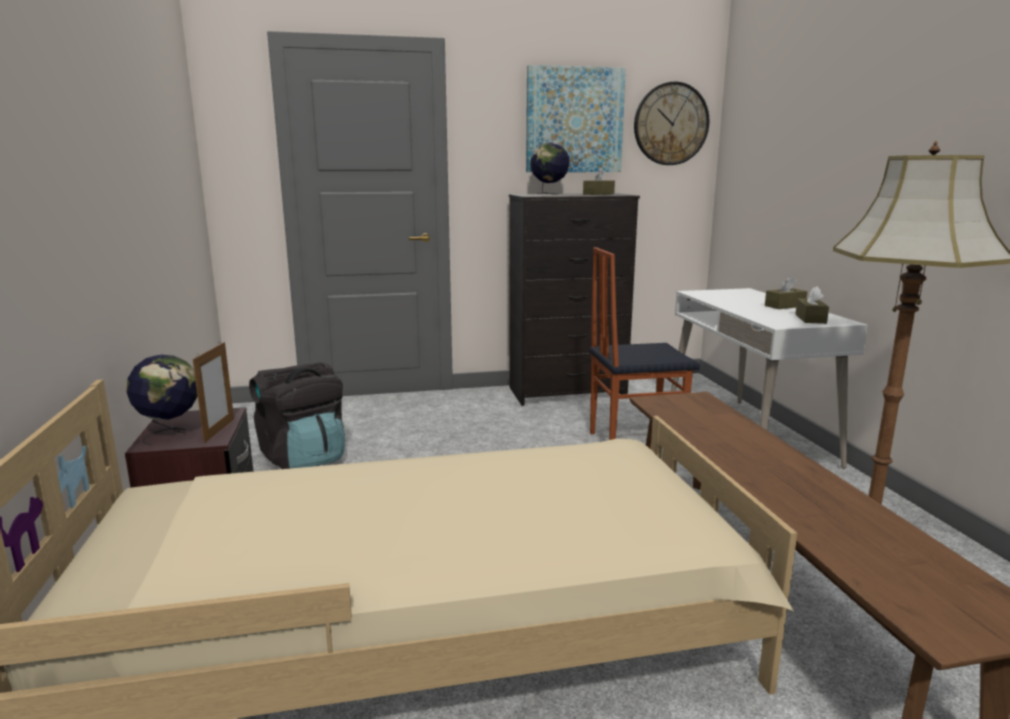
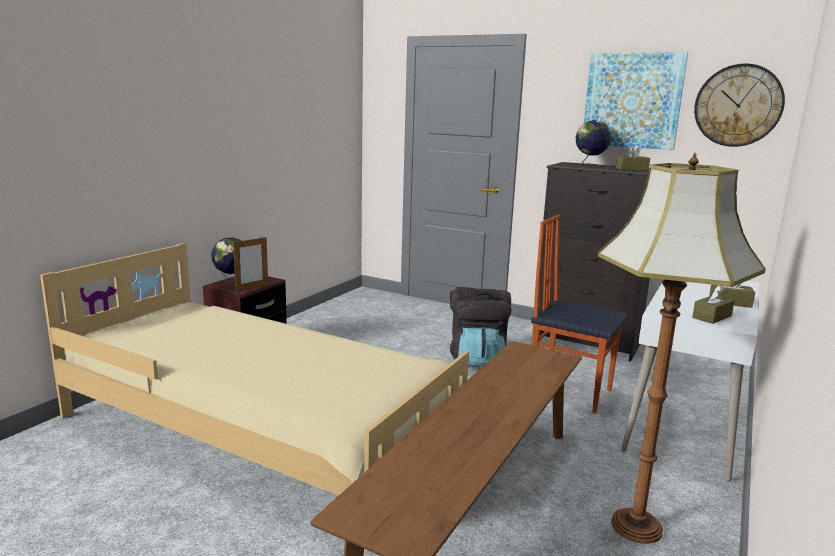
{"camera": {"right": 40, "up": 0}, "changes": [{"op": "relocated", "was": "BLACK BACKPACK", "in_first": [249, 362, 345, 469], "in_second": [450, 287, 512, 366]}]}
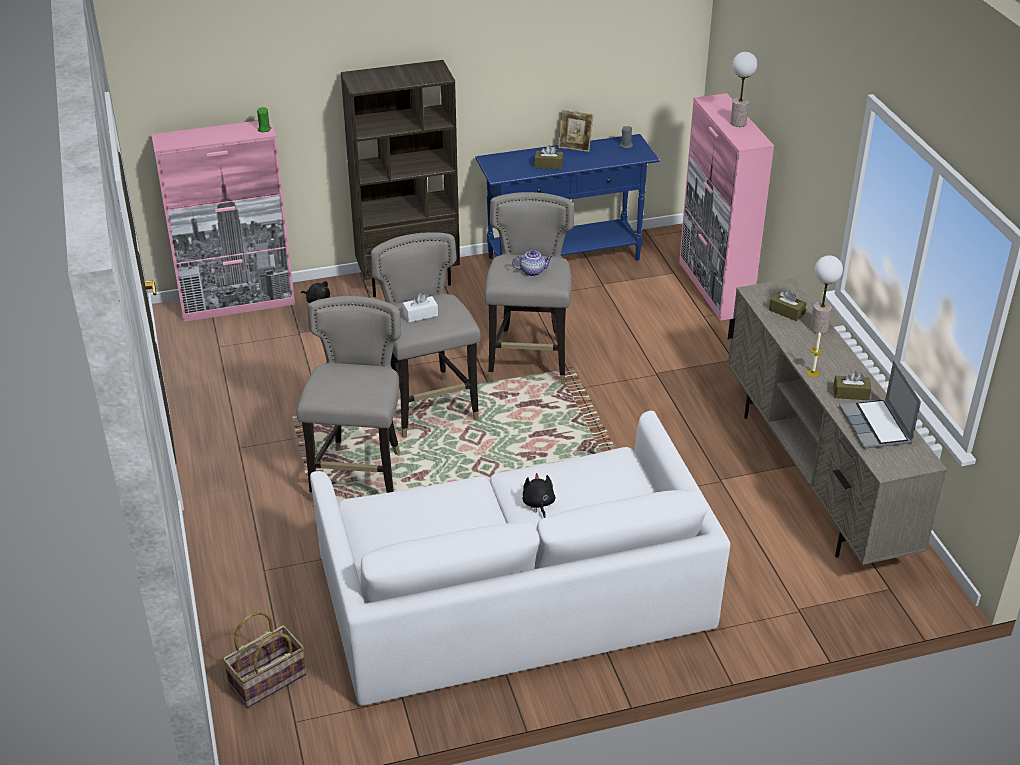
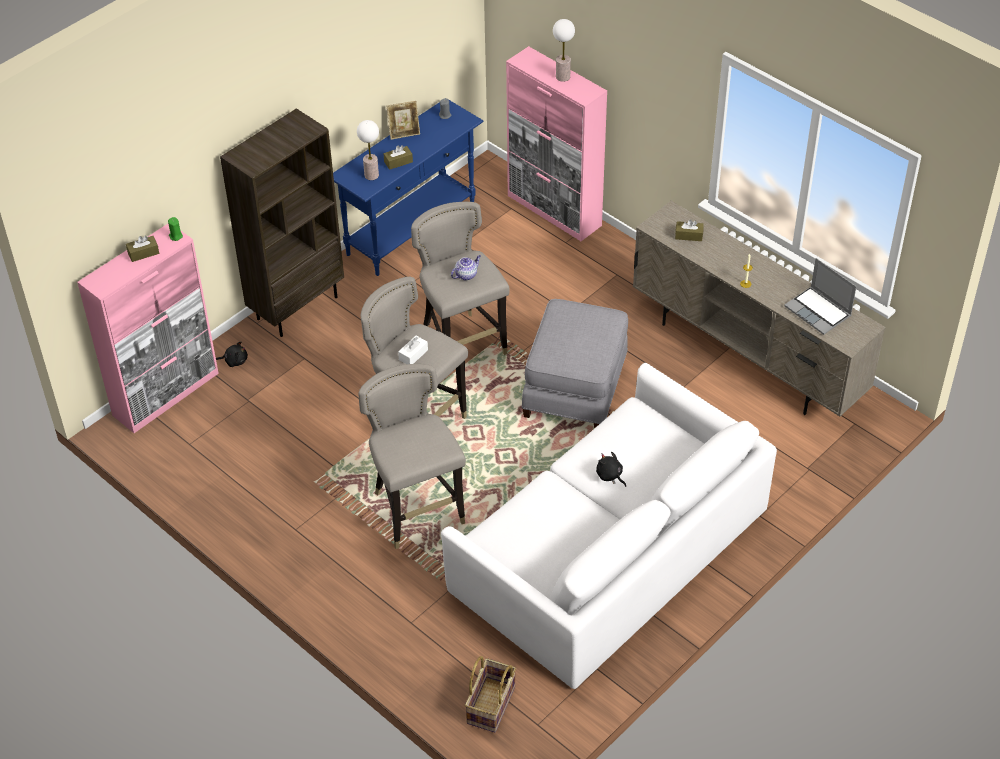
{"camera": {"right": -30, "up": 10}, "changes": [{"op": "relocated", "was": "TABLE LAMP", "in_first": [810, 255, 843, 334], "in_second": [357, 120, 379, 180]}, {"op": "relocated", "was": "BROWN TISSUE BOX", "in_first": [833, 371, 871, 400], "in_second": [126, 236, 159, 262]}, {"op": "appeared", "now": "GREY OTTOMAN", "in_second": [521, 299, 628, 429]}]}
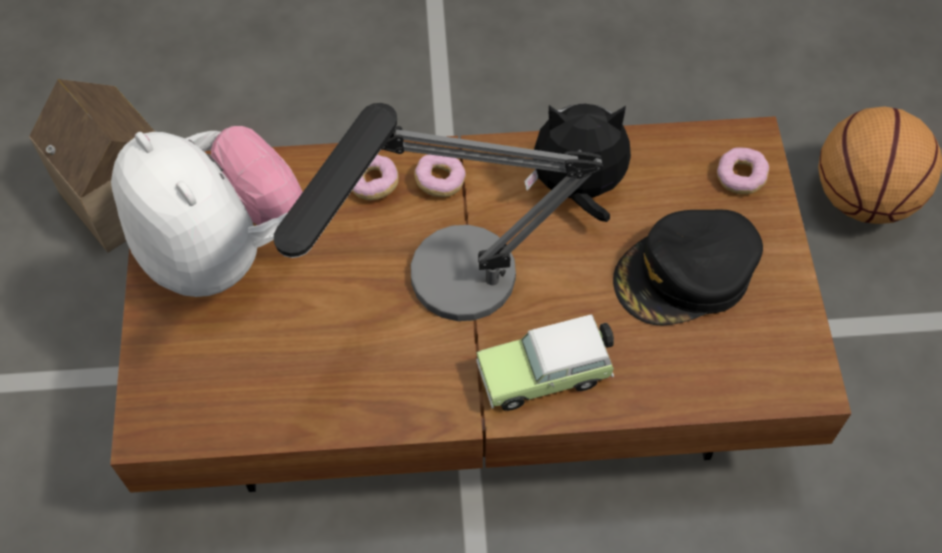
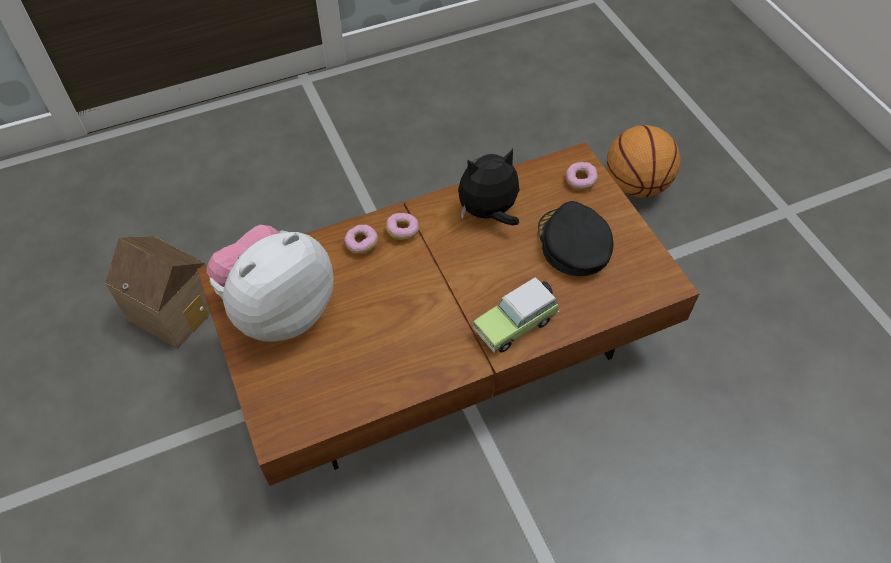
{"camera": {"right": -20, "up": -5}, "changes": [{"op": "missing", "was": "TABLE LAMP", "in_first": [274, 103, 603, 321]}, {"op": "spun", "was": "PLUSH TOY", "in_first": [111, 126, 303, 297], "in_second": [207, 225, 334, 342], "clockwise": -75}, {"op": "spun", "was": "BLACK CAP", "in_first": [613, 210, 763, 326], "in_second": [538, 201, 614, 276], "clockwise": 120}]}
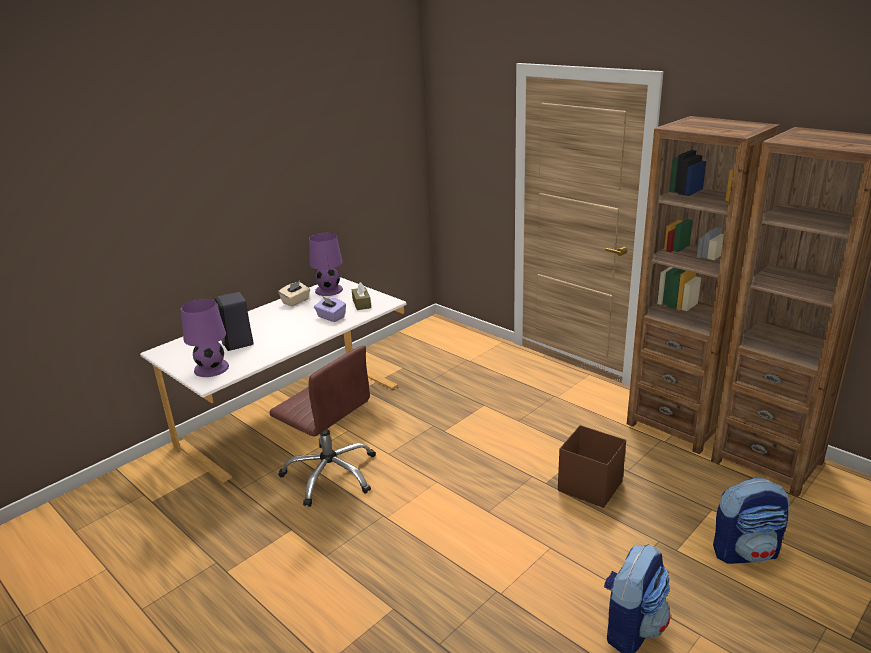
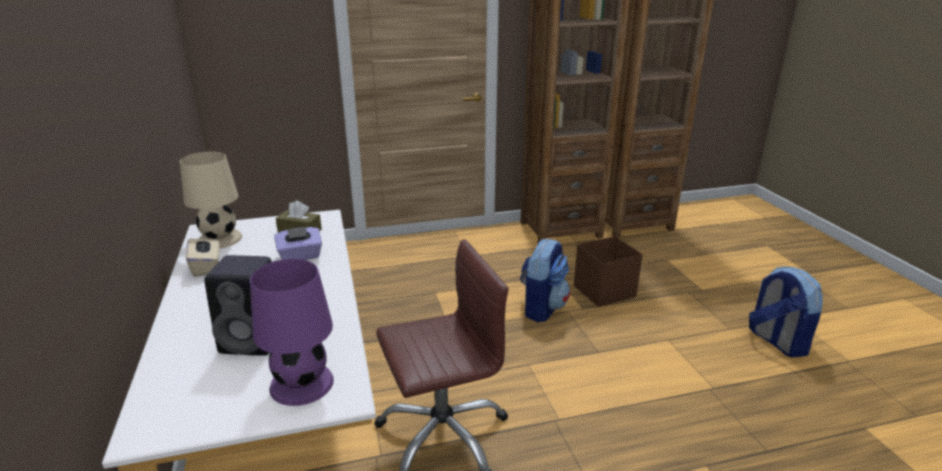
{"camera": {"right": -60, "up": 0}, "changes": [{"op": "colour", "was": "PURPLE TABLE LAMP", "now": "BEIGE TABLE LAMP", "in_first": [309, 232, 343, 296], "in_second": [180, 151, 242, 248]}, {"op": "relocated", "was": "BACKPACK", "in_first": [713, 478, 789, 564], "in_second": [520, 238, 570, 322]}]}
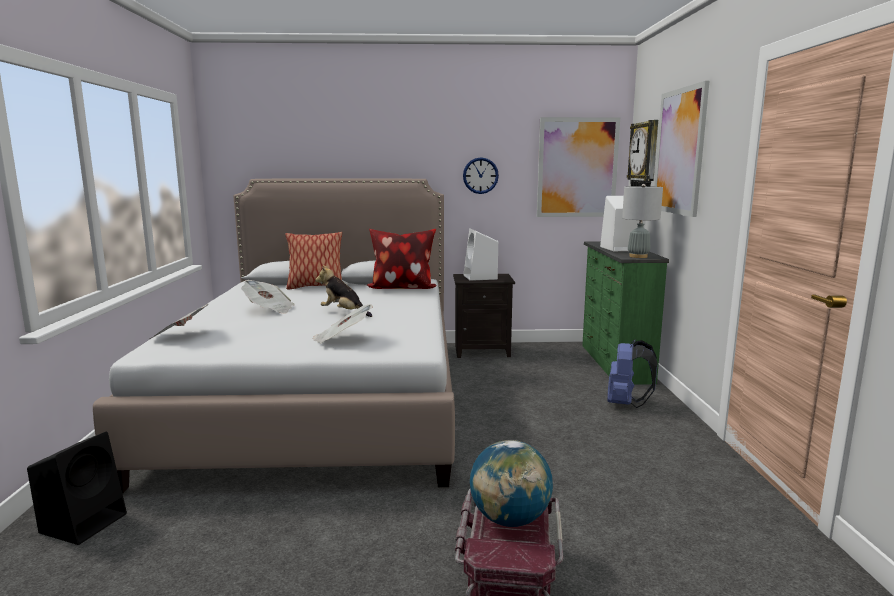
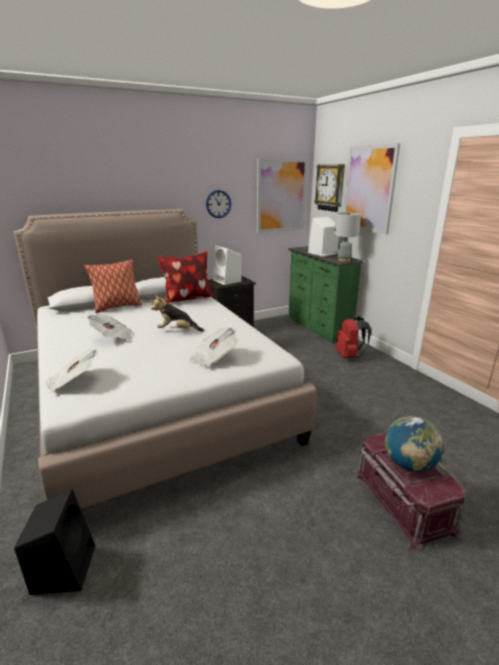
{"camera": {"right": -25, "up": 10}, "changes": [{"op": "colour", "was": "BLUE BACKPACK", "now": "RED BACKPACK", "in_first": [607, 339, 658, 408], "in_second": [335, 316, 371, 358]}]}
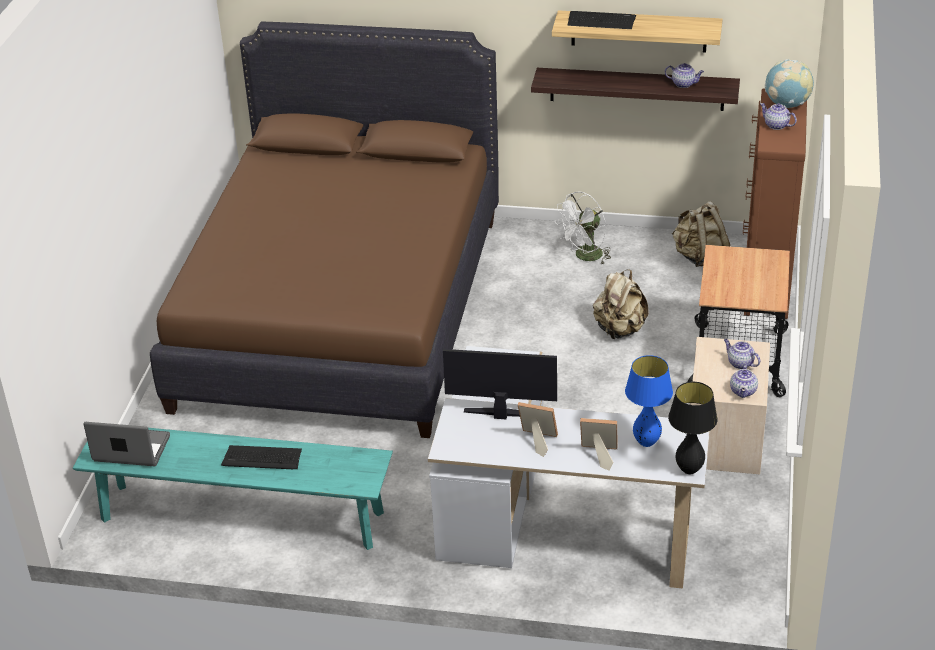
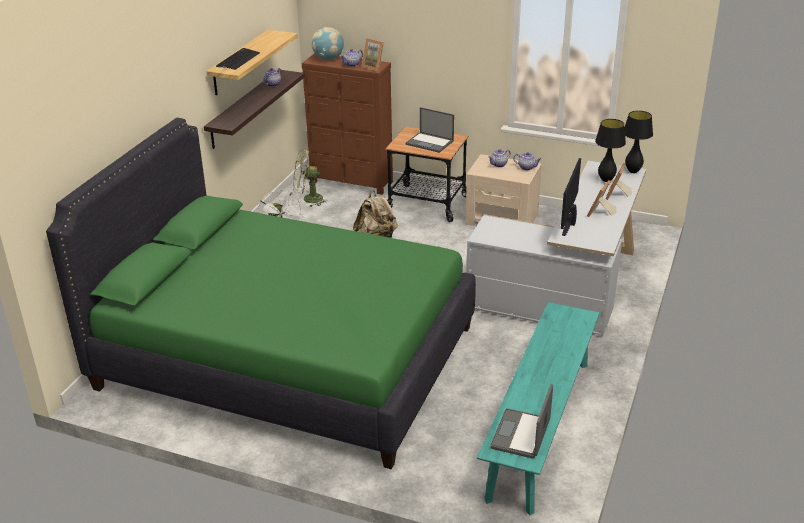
{"camera": {"right": -80, "up": -5}, "changes": [{"op": "colour", "was": "BROWN BED", "now": "GREEN BED", "in_first": [150, 21, 499, 438], "in_second": [46, 118, 476, 469]}, {"op": "exchanged", "was": "BEIGE BACKPACK", "now": "GREEN FAN", "in_first": [672, 201, 731, 267], "in_second": [293, 150, 329, 207]}, {"op": "colour", "was": "BLUE TABLE LAMP", "now": "BLACK TABLE LAMP", "in_first": [625, 355, 673, 447], "in_second": [595, 119, 626, 182]}, {"op": "missing", "was": "KEYBOARD", "in_first": [221, 445, 302, 469]}, {"op": "appeared", "now": "PICTURE FRAME", "in_second": [361, 38, 384, 71]}, {"op": "appeared", "now": "LAPTOP", "in_second": [405, 107, 454, 153]}]}
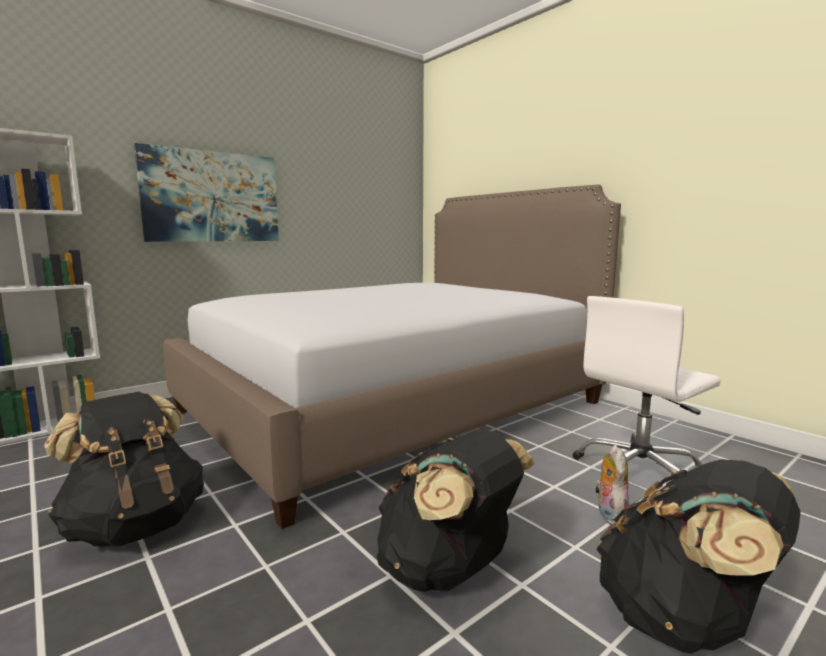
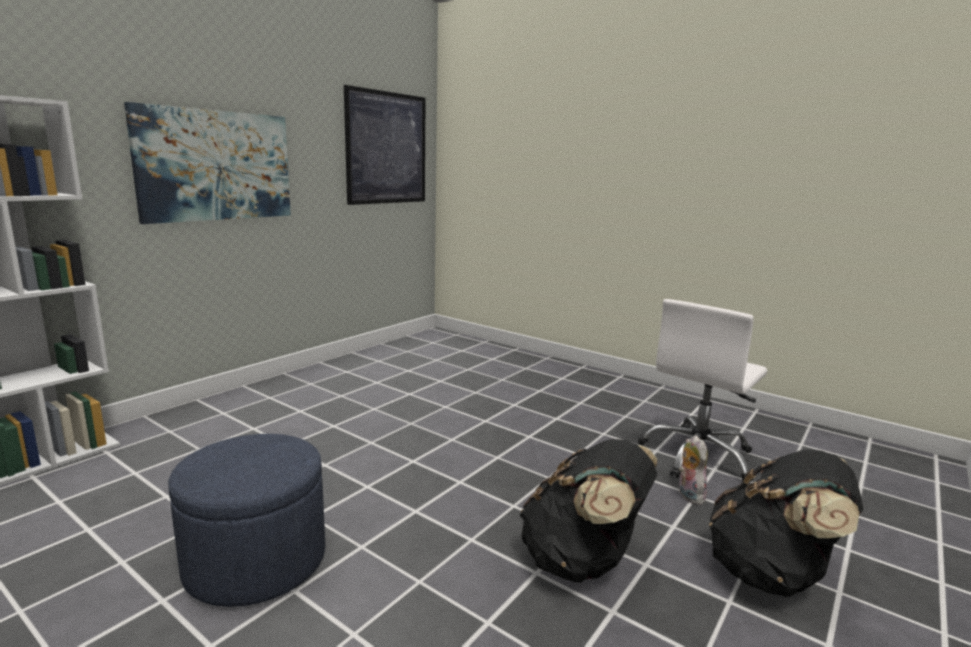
{"camera": {"right": -15, "up": 5}, "changes": [{"op": "missing", "was": "BED", "in_first": [163, 184, 621, 529]}, {"op": "exchanged", "was": "BLACK BACKPACK", "now": "BLUE OTTOMAN", "in_first": [45, 392, 204, 546], "in_second": [168, 434, 325, 607]}, {"op": "appeared", "now": "PICTURE", "in_second": [344, 85, 425, 205]}]}
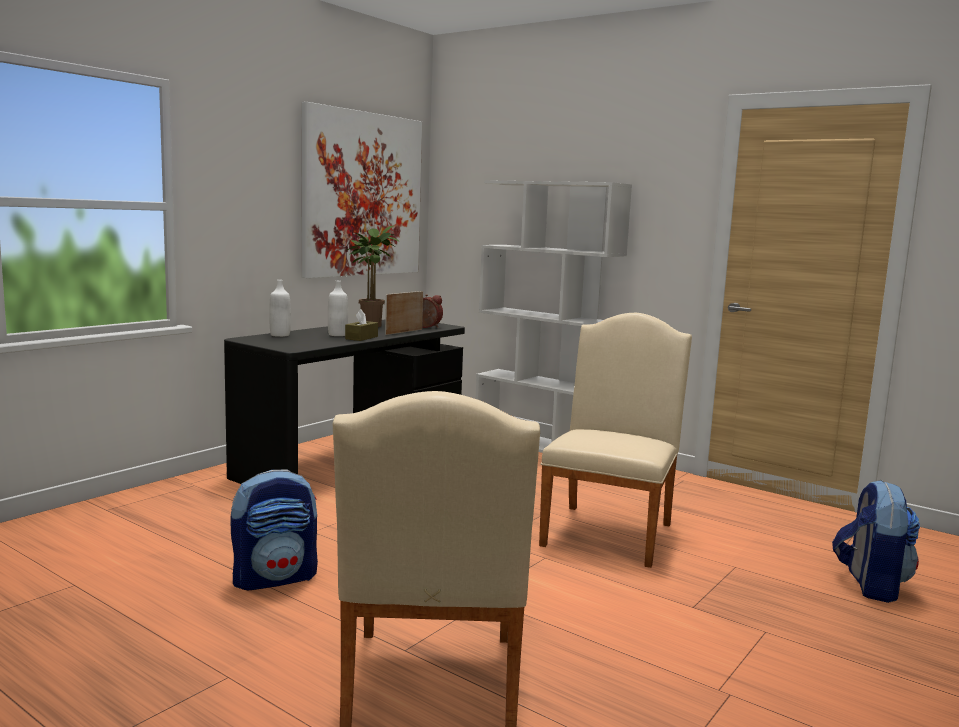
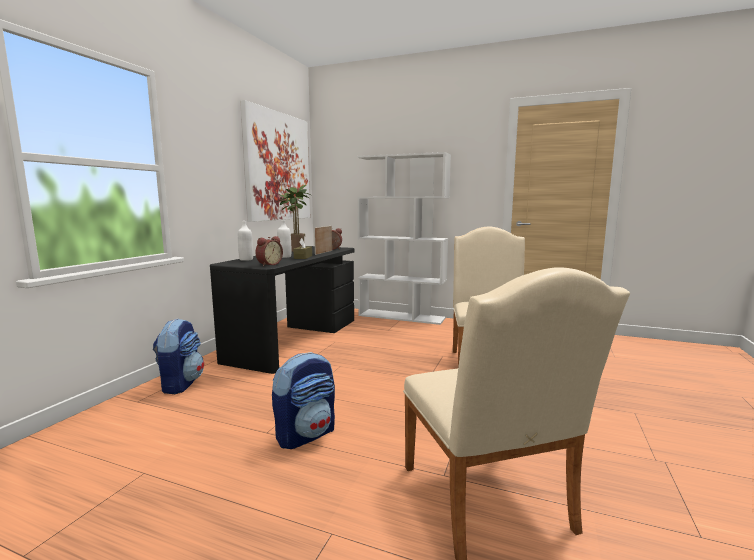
{"camera": {"right": -15, "up": 0}, "changes": [{"op": "relocated", "was": "BACKPACK", "in_first": [832, 479, 920, 603], "in_second": [153, 318, 204, 394]}, {"op": "appeared", "now": "ALARM CLOCK", "in_second": [255, 236, 283, 266]}]}
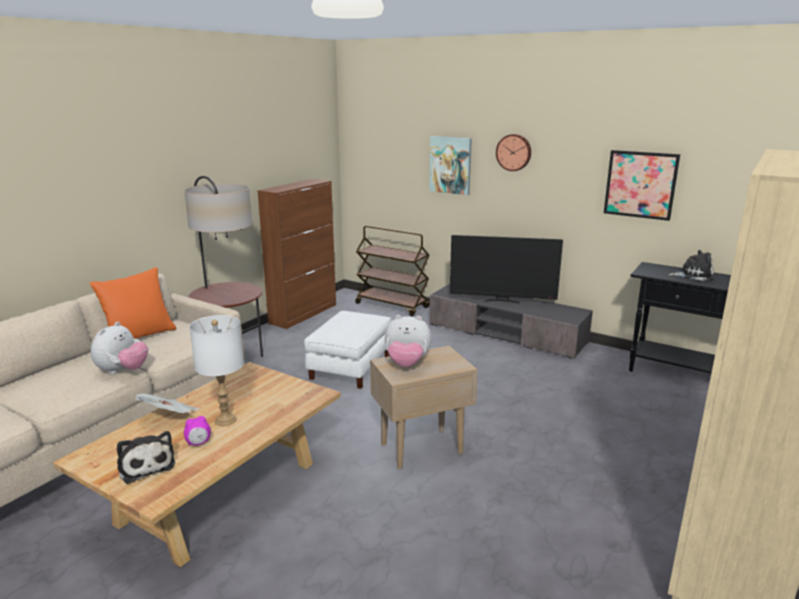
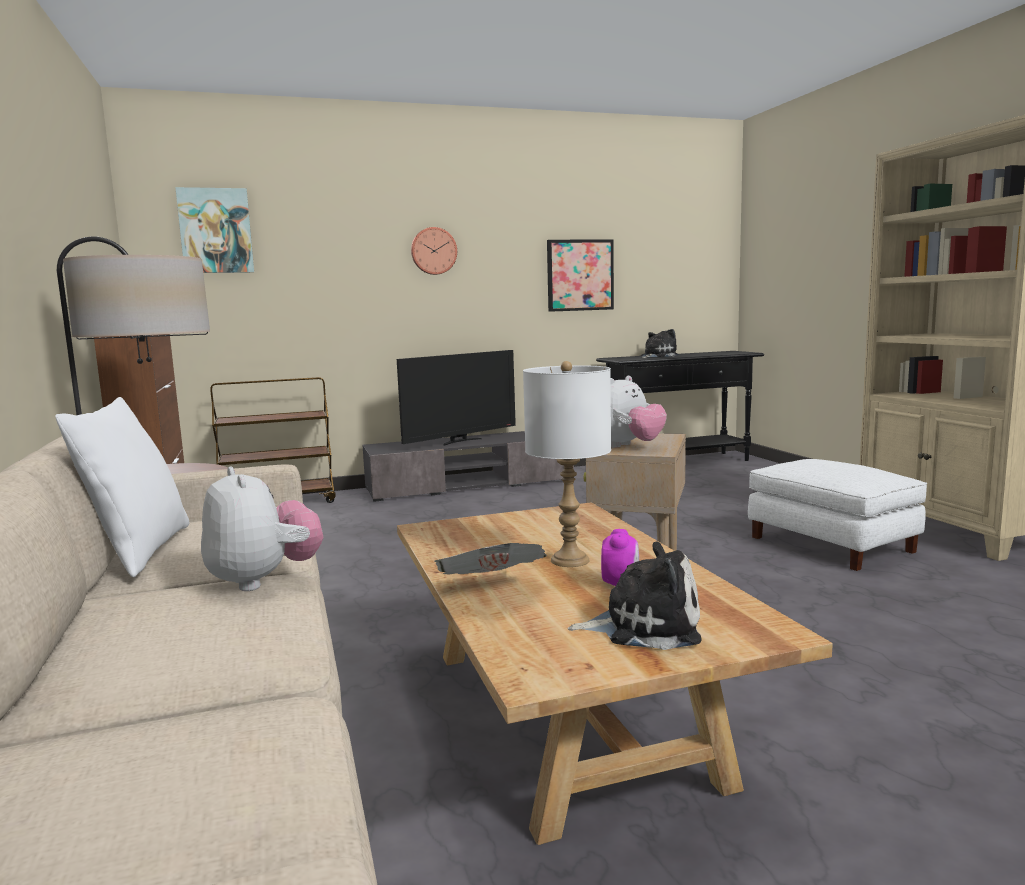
{"camera": {"right": -50, "up": -10}, "changes": [{"op": "relocated", "was": "PICTURE", "in_first": [429, 136, 472, 195], "in_second": [175, 187, 254, 273]}, {"op": "colour", "was": "ORANGE PILLOW", "now": "WHITE PILLOW", "in_first": [90, 267, 177, 339], "in_second": [55, 397, 189, 577]}, {"op": "relocated", "was": "WHITE OTTOMAN", "in_first": [304, 311, 391, 389], "in_second": [748, 459, 927, 571]}]}
